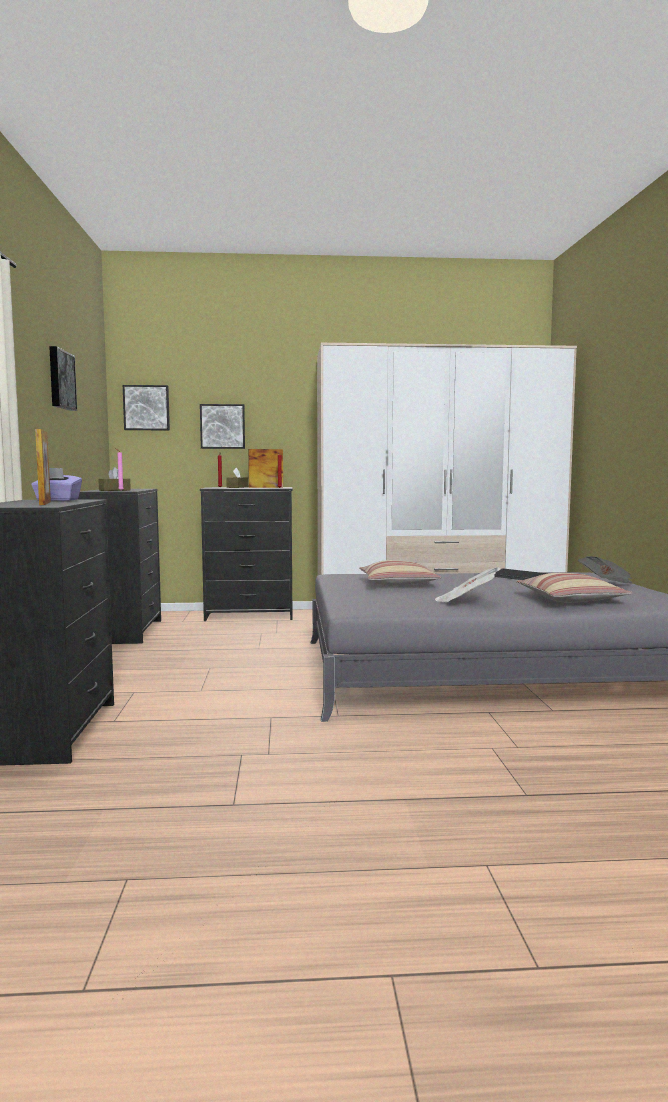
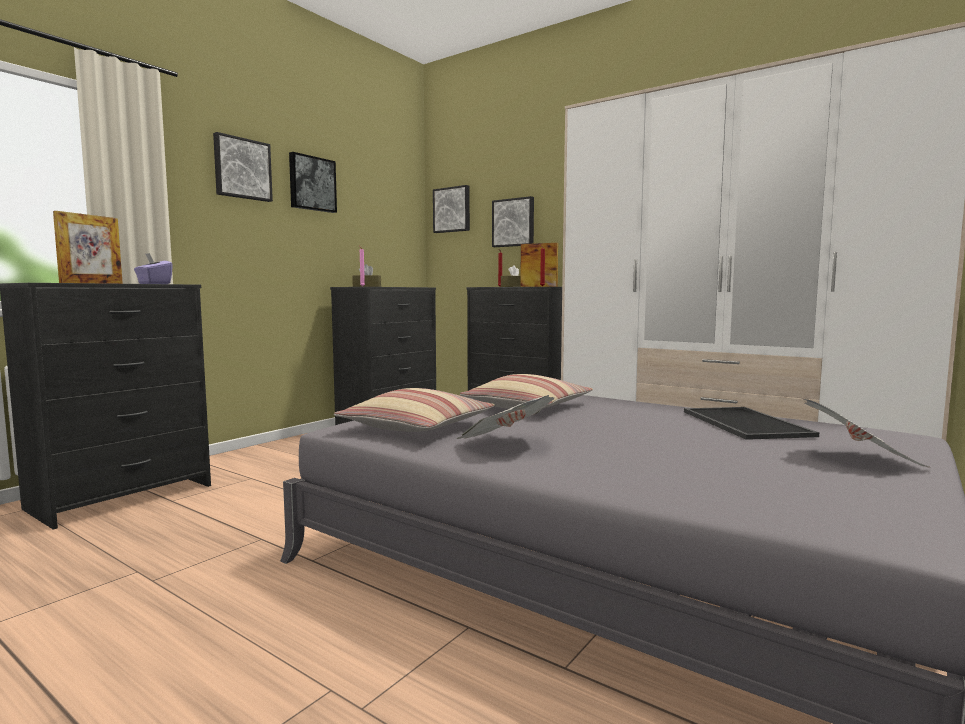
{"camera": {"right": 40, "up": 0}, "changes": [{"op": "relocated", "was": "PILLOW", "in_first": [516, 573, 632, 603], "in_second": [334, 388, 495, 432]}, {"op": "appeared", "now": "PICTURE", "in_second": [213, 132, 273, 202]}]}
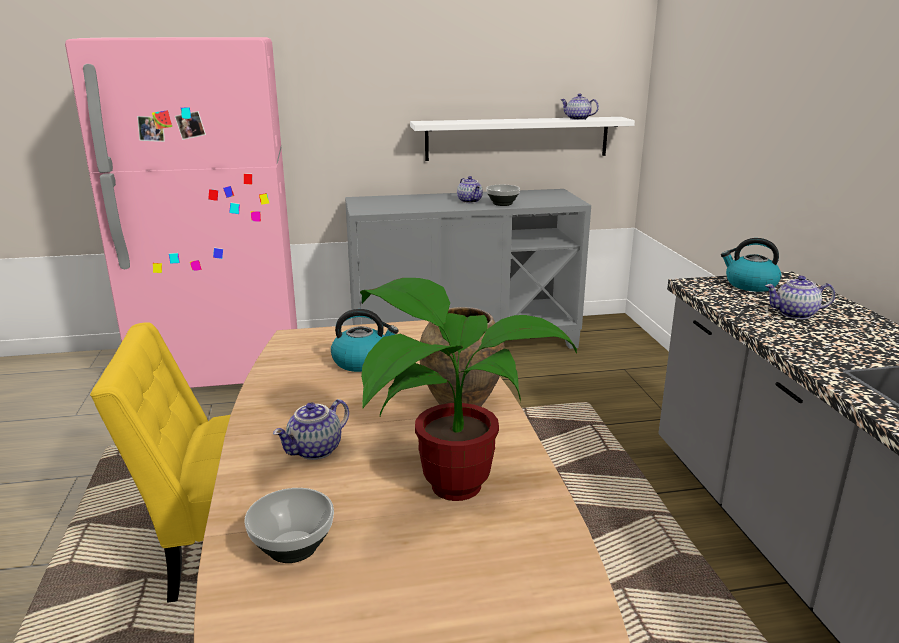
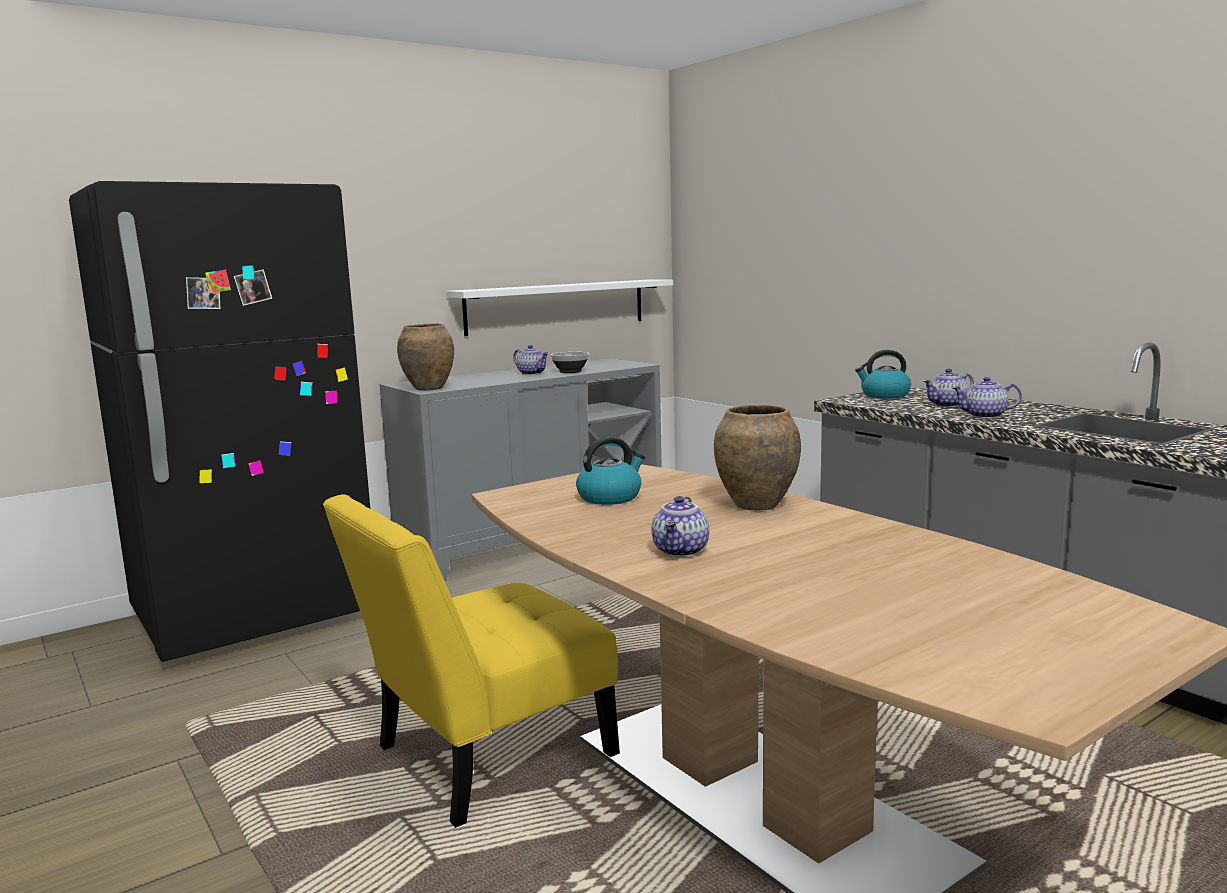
{"camera": {"right": -25, "up": -10}, "changes": [{"op": "colour", "was": "PINK FRIDGE", "now": "BLACK FRIDGE", "in_first": [65, 37, 297, 388], "in_second": [69, 181, 370, 662]}, {"op": "relocated", "was": "TEAPOT", "in_first": [560, 94, 599, 120], "in_second": [952, 377, 1022, 419]}, {"op": "missing", "was": "POTTED PLANT", "in_first": [360, 278, 577, 501]}, {"op": "missing", "was": "BOWL", "in_first": [245, 488, 334, 563]}, {"op": "appeared", "now": "BROWN VASE", "in_second": [397, 324, 454, 391]}]}
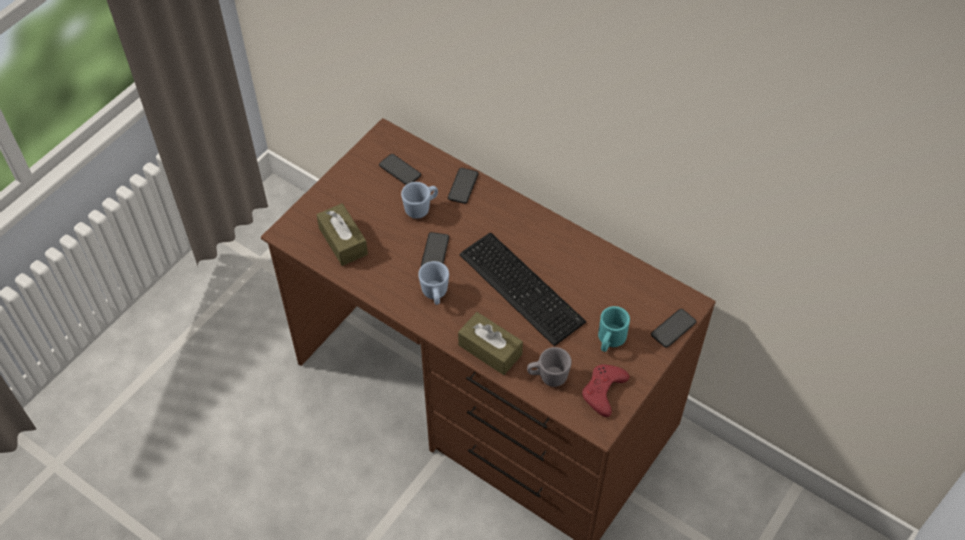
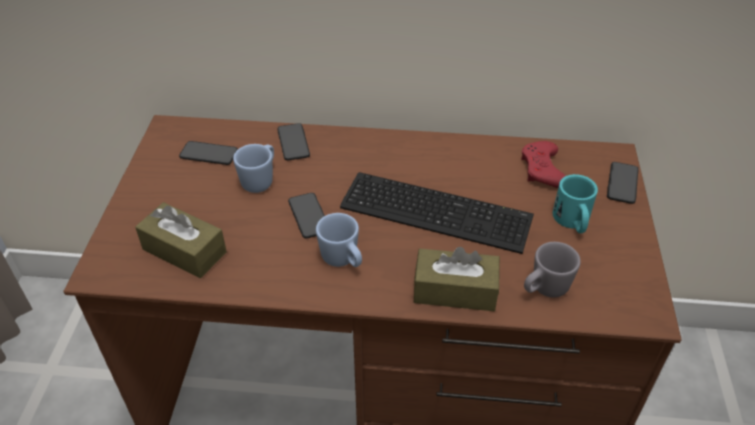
{"camera": {"right": -30, "up": -10}, "changes": [{"op": "relocated", "was": "RED GAME CONTROLLER", "in_first": [582, 364, 629, 417], "in_second": [521, 141, 566, 188]}]}
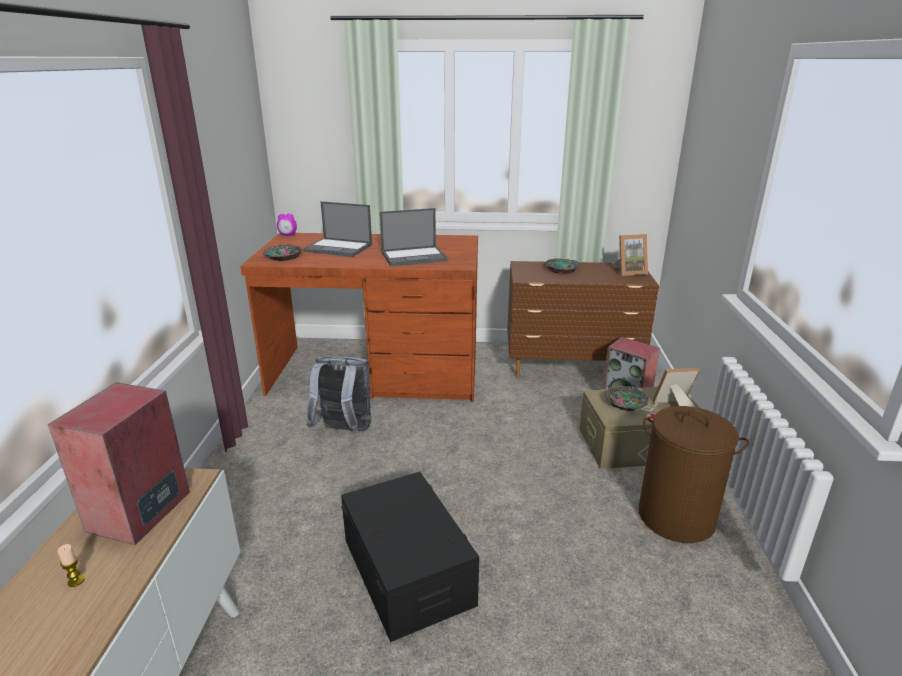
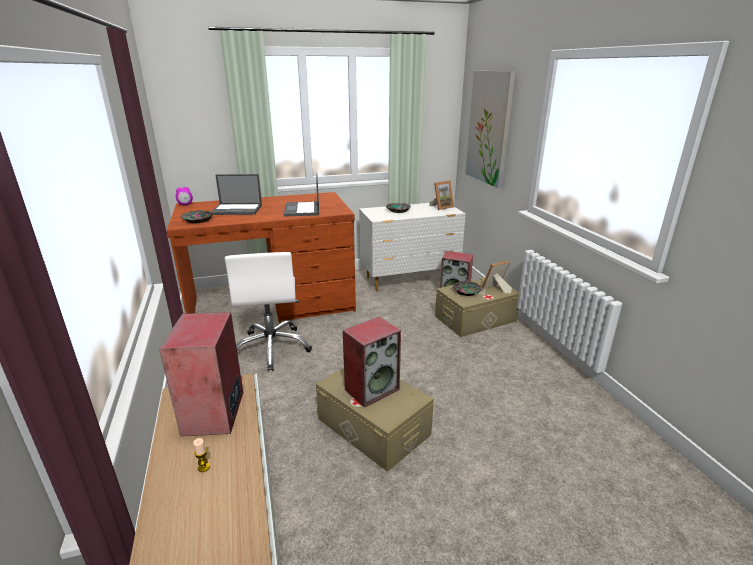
{"camera": {"right": -20, "up": 0}, "changes": [{"op": "spun", "was": "LAPTOP", "in_first": [380, 208, 448, 266], "in_second": [284, 173, 319, 217], "clockwise": 120}, {"op": "colour", "was": "BROWN DRESSER", "now": "WHITE DRESSER", "in_first": [507, 261, 659, 378], "in_second": [359, 203, 466, 292]}, {"op": "exchanged", "was": "GREY BACKPACK", "now": "WHITE OFFICE CHAIR", "in_first": [307, 356, 372, 433], "in_second": [225, 252, 312, 371]}, {"op": "missing", "was": "BROWN LAUNDRY BASKET", "in_first": [639, 406, 749, 543]}, {"op": "colour", "was": "BLACK STORAGE BOX", "now": "BEIGE STORAGE BOX", "in_first": [341, 471, 479, 642], "in_second": [316, 368, 434, 472]}, {"op": "appeared", "now": "PICTURE", "in_second": [465, 71, 515, 188]}, {"op": "appeared", "now": "SPEAKER", "in_second": [343, 316, 401, 408]}]}
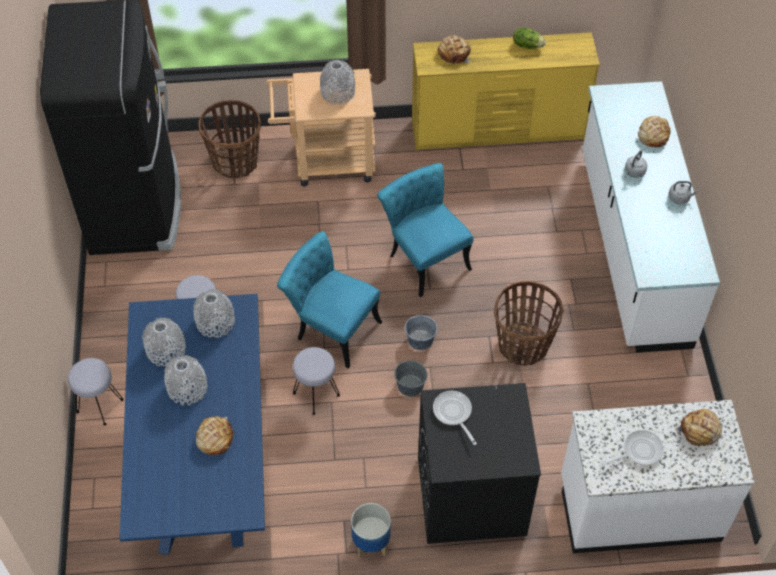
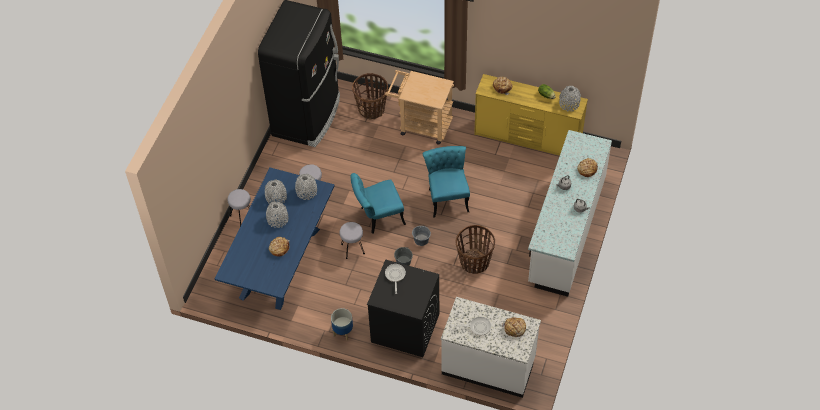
{"camera": {"right": 25, "up": 0}, "changes": [{"op": "relocated", "was": "GREY VASE", "in_first": [320, 60, 355, 104], "in_second": [559, 86, 581, 112]}, {"op": "spun", "was": "TURQUOISE CHAIR", "in_first": [277, 231, 382, 368], "in_second": [351, 173, 406, 234], "clockwise": -75}]}
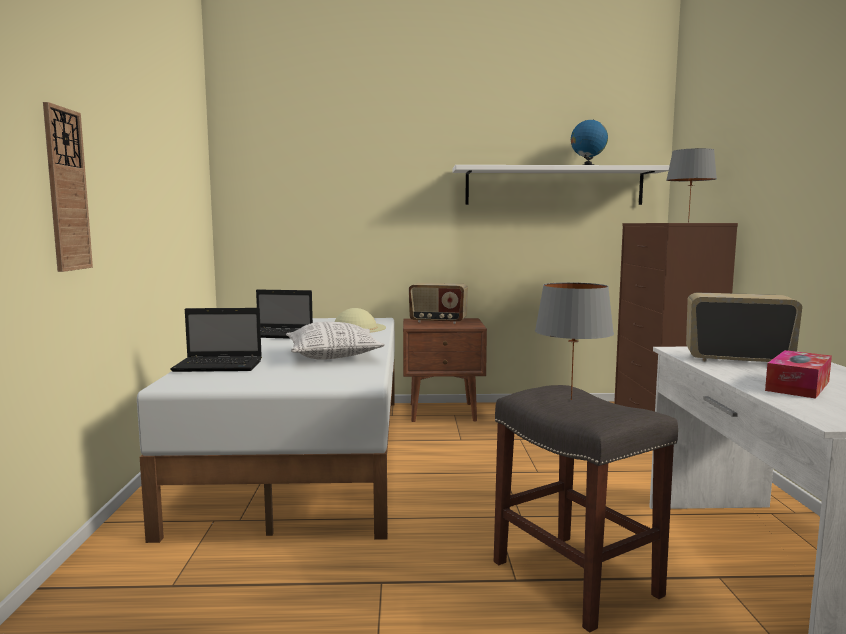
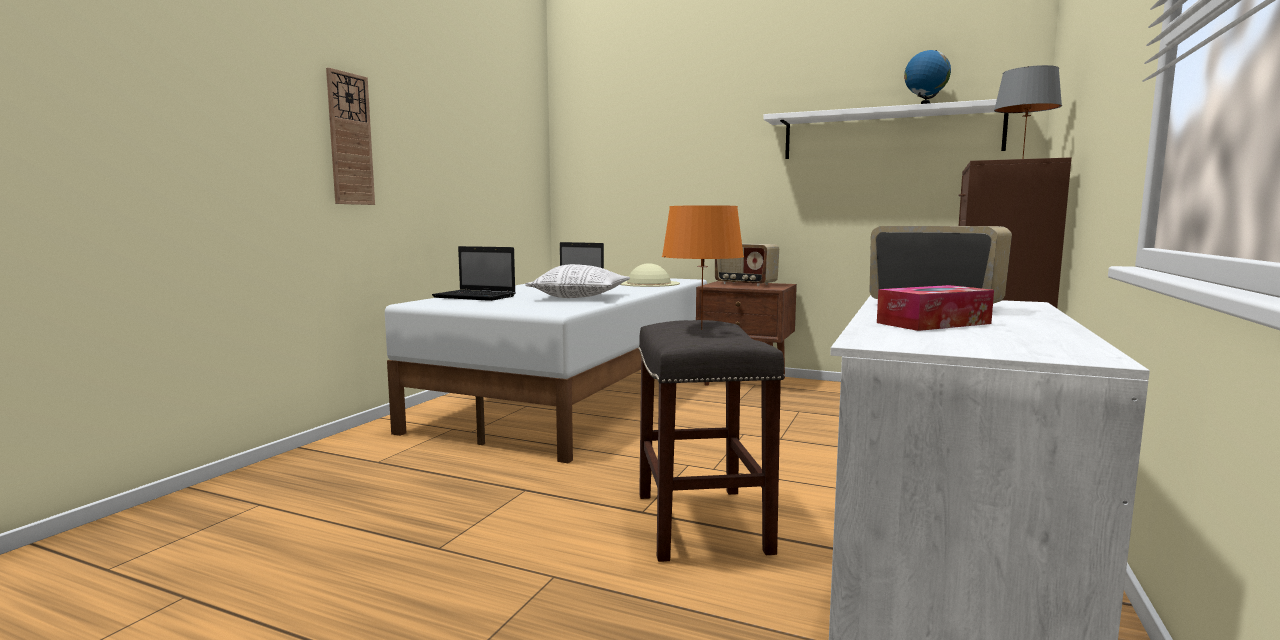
{"camera": {"right": 25, "up": 0}, "changes": [{"op": "colour", "was": "GREY TABLE LAMP", "now": "ORANGE TABLE LAMP", "in_first": [535, 282, 614, 400], "in_second": [662, 205, 744, 330]}]}
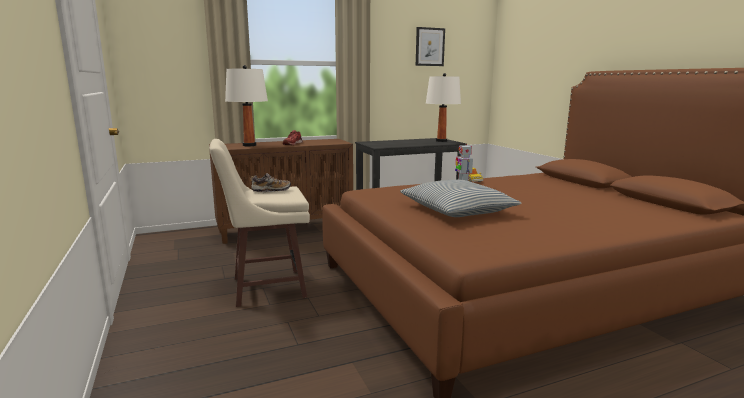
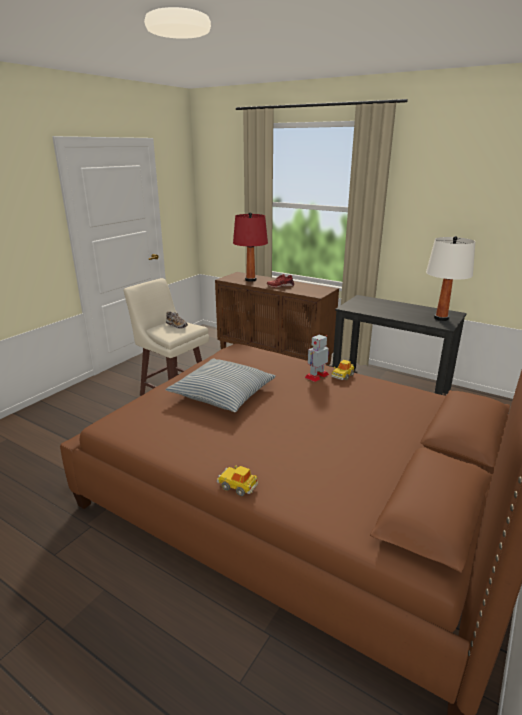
{"camera": {"right": 55, "up": 10}, "changes": [{"op": "missing", "was": "PICTURE", "in_first": [416, 27, 445, 66]}, {"op": "colour", "was": "WHITE TABLE LAMP", "now": "RED TABLE LAMP", "in_first": [225, 65, 268, 146], "in_second": [233, 212, 268, 282]}, {"op": "appeared", "now": "TOY CAR", "in_second": [217, 466, 258, 496]}]}
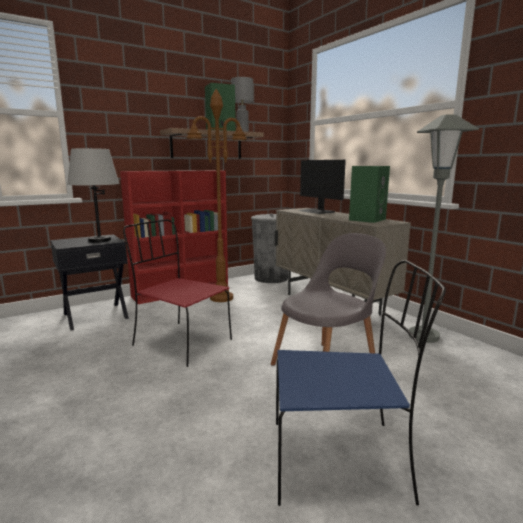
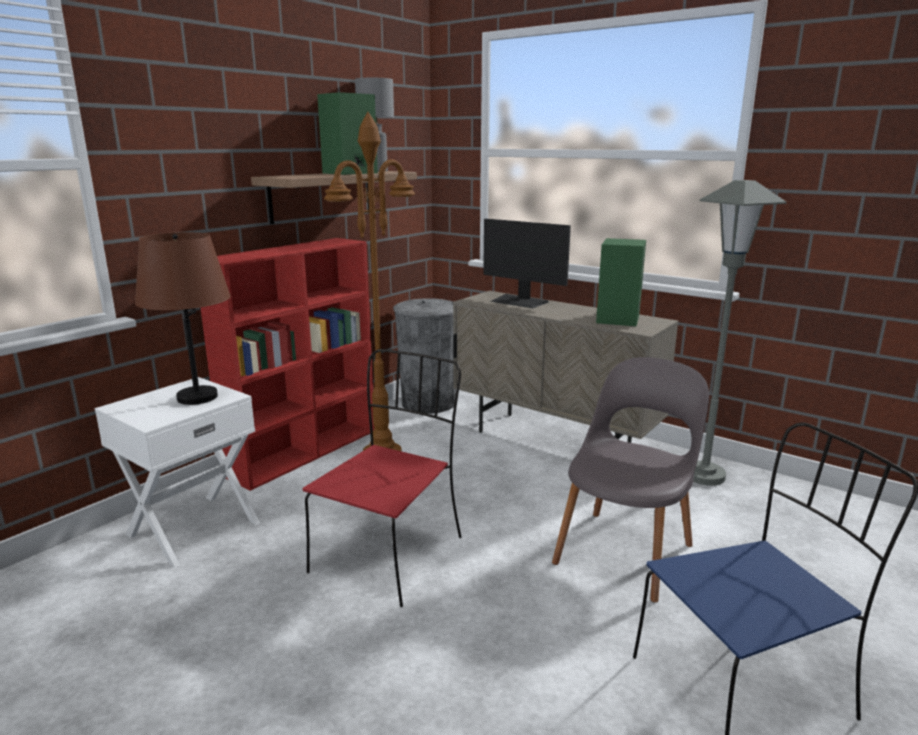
{"camera": {"right": -20, "up": 5}, "changes": [{"op": "colour", "was": "GREY TABLE LAMP", "now": "BROWN TABLE LAMP", "in_first": [67, 148, 120, 243], "in_second": [135, 232, 231, 405]}, {"op": "spun", "was": "RED CHAIR", "in_first": [123, 219, 232, 367], "in_second": [303, 349, 461, 607], "clockwise": 105}, {"op": "colour", "was": "BLACK NIGHTSTAND", "now": "WHITE NIGHTSTAND", "in_first": [50, 234, 129, 330], "in_second": [95, 377, 260, 568]}]}
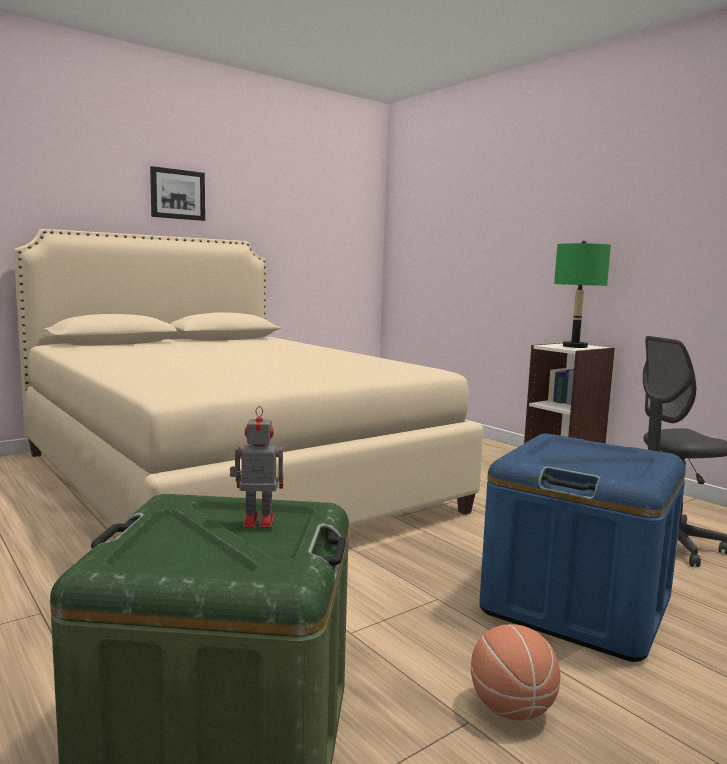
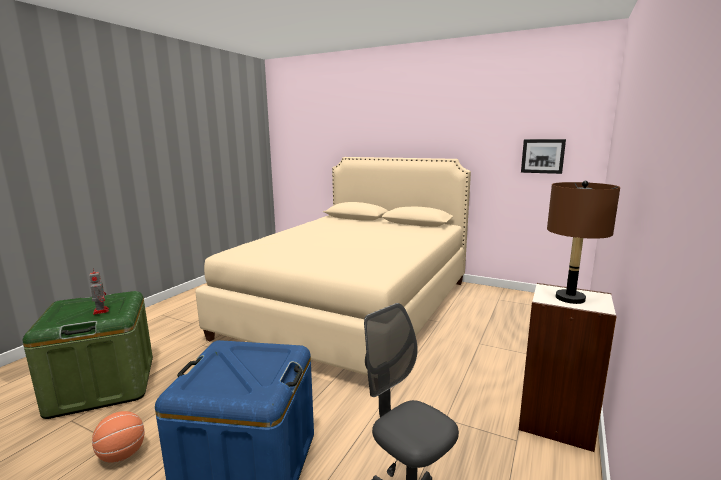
{"camera": {"right": 65, "up": 5}, "changes": [{"op": "relocated", "was": "PICTURE", "in_first": [150, 166, 205, 221], "in_second": [521, 139, 566, 174]}, {"op": "colour", "was": "GREEN TABLE LAMP", "now": "BROWN TABLE LAMP", "in_first": [554, 240, 611, 348], "in_second": [547, 181, 620, 304]}]}
